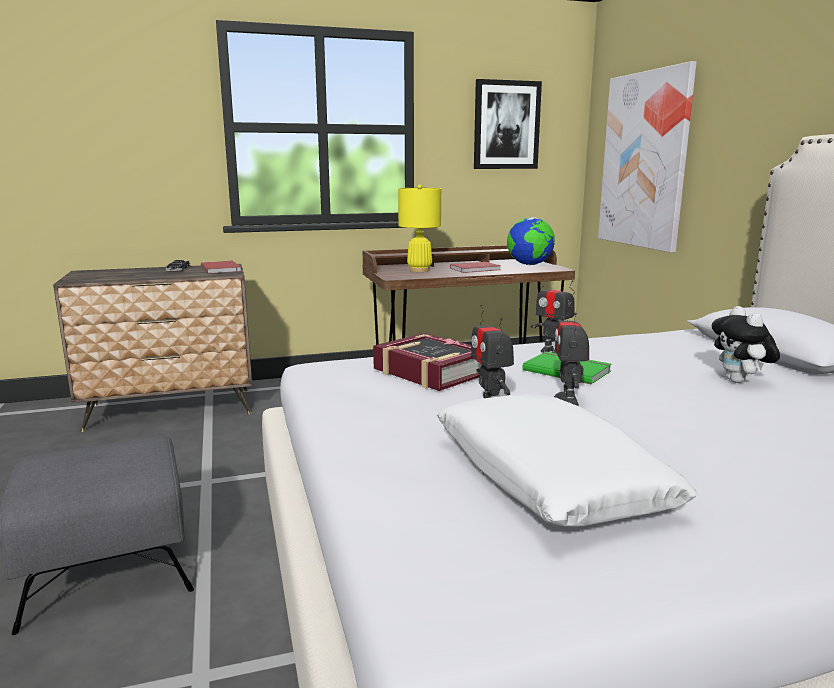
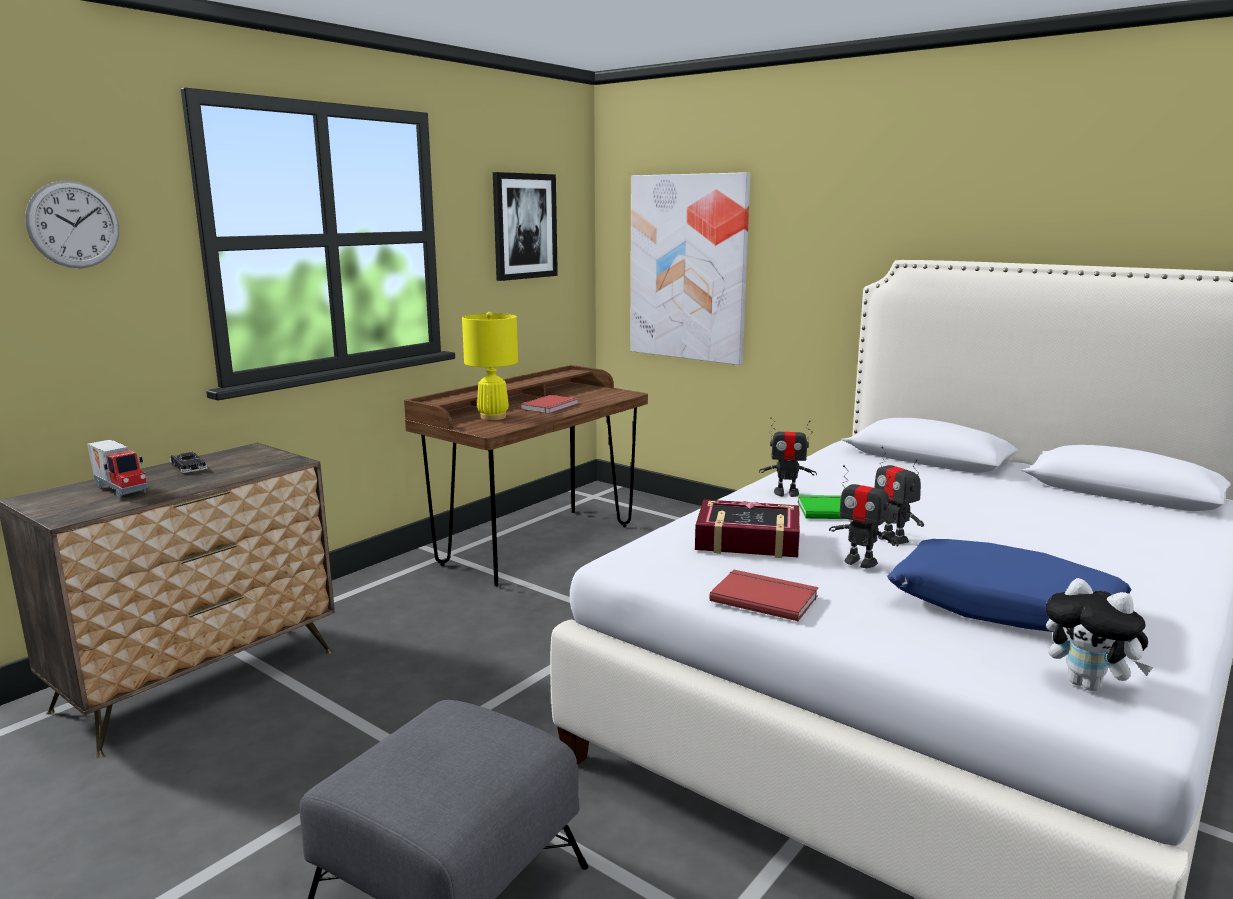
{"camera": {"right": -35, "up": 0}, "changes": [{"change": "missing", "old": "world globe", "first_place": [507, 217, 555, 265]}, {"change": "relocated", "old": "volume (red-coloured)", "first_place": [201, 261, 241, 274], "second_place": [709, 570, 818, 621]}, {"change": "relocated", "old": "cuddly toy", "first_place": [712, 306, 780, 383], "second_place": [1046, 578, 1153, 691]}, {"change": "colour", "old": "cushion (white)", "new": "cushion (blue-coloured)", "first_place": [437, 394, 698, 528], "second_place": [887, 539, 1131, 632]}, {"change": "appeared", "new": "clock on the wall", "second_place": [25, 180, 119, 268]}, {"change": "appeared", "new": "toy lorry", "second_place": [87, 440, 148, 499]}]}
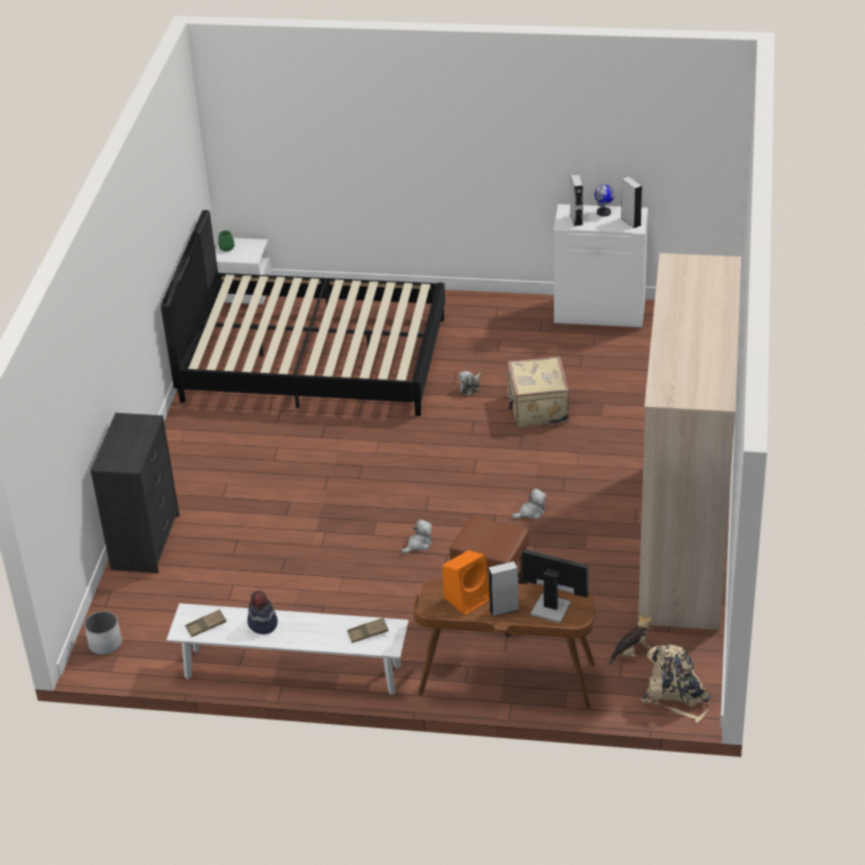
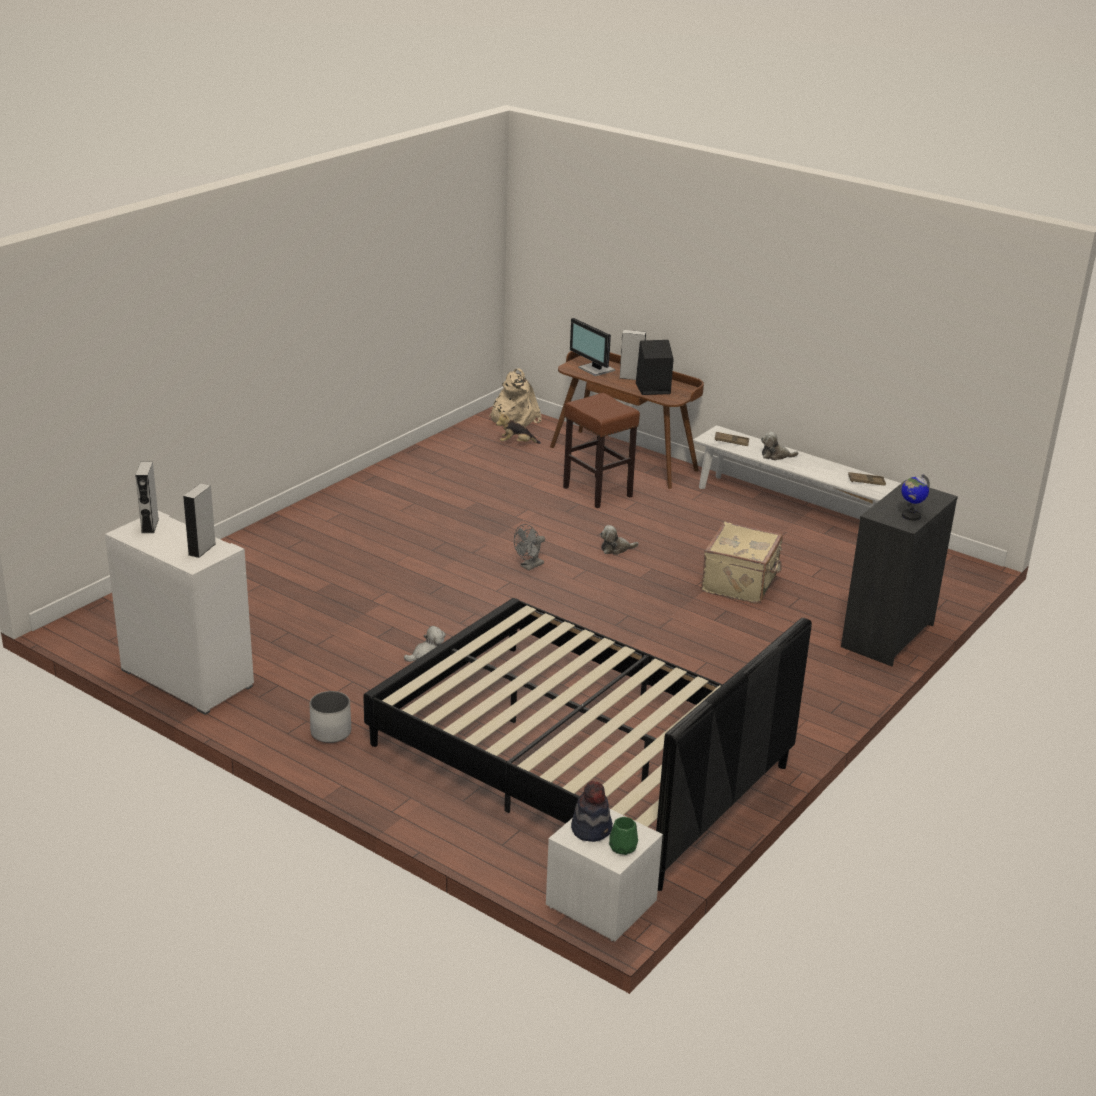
{"camera": {"right": -155, "up": -10}, "changes": [{"change": "relocated", "old": "world globe", "first_place": [594, 184, 615, 217], "second_place": [901, 474, 930, 521]}, {"change": "missing", "old": "clothes cupboard", "first_place": [638, 253, 741, 630]}, {"change": "relocated", "old": "suitcase (beige-coloured)", "first_place": [506, 356, 569, 427], "second_place": [701, 522, 783, 604]}, {"change": "relocated", "old": "cuddly toy", "first_place": [512, 488, 547, 519], "second_place": [761, 432, 798, 460]}, {"change": "colour", "old": "audio speaker (orangey)", "new": "audio speaker (blackish)", "first_place": [442, 550, 489, 615], "second_place": [636, 340, 674, 395]}, {"change": "relocated", "old": "clothing hat", "first_place": [247, 591, 278, 634], "second_place": [571, 781, 613, 842]}, {"change": "relocated", "old": "flower pot (white)", "first_place": [84, 611, 122, 655], "second_place": [310, 691, 351, 743]}, {"change": "appeared", "new": "electric fan (grey)", "second_place": [514, 524, 545, 570]}]}
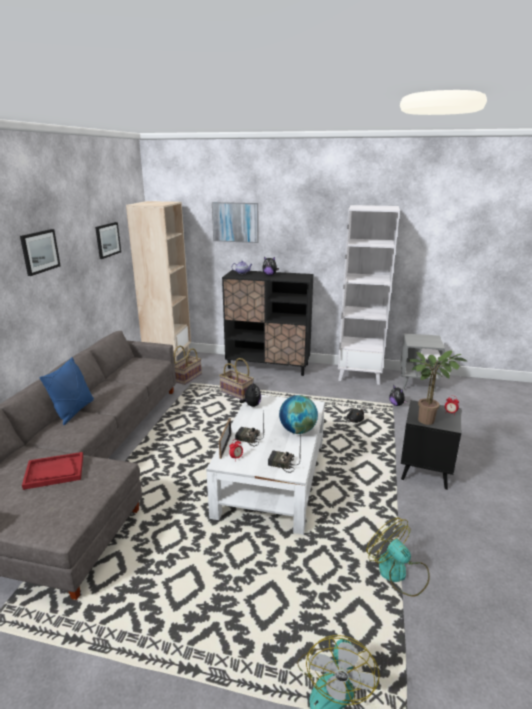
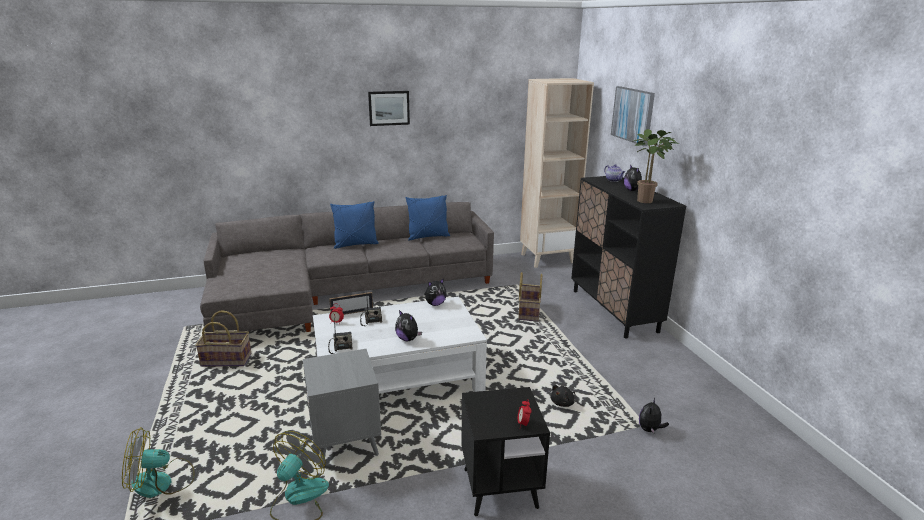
{"camera": {"right": 60, "up": 0}, "changes": [{"change": "missing", "old": "shelving unit (white)", "first_place": [338, 205, 400, 385]}, {"change": "missing", "old": "wall picture", "first_place": [95, 222, 121, 259]}, {"change": "relocated", "old": "end table (grey)", "first_place": [400, 333, 445, 393], "second_place": [303, 349, 381, 468]}, {"change": "relocated", "old": "household basket", "first_place": [174, 345, 202, 385], "second_place": [195, 310, 252, 367]}, {"change": "relocated", "old": "potted plant", "first_place": [408, 350, 467, 425], "second_place": [632, 129, 679, 203]}, {"change": "exchanged", "old": "world globe", "new": "cuddly toy", "first_place": [279, 395, 318, 434], "second_place": [395, 310, 422, 341]}, {"change": "missing", "old": "carrying tray (red-coloured)", "first_place": [22, 452, 83, 490]}, {"change": "appeared", "new": "cushion (blue-coloured)", "second_place": [406, 195, 450, 241]}]}
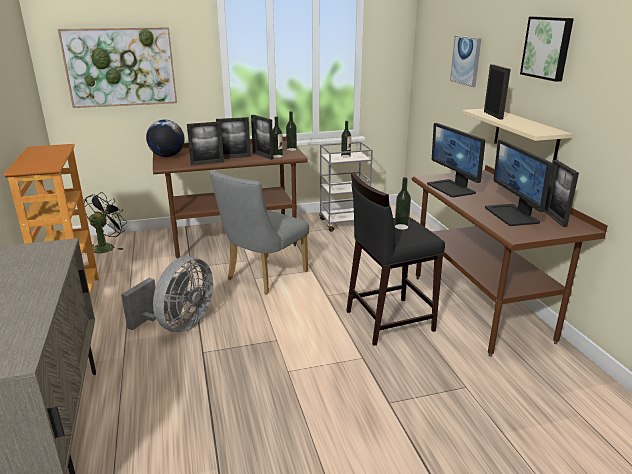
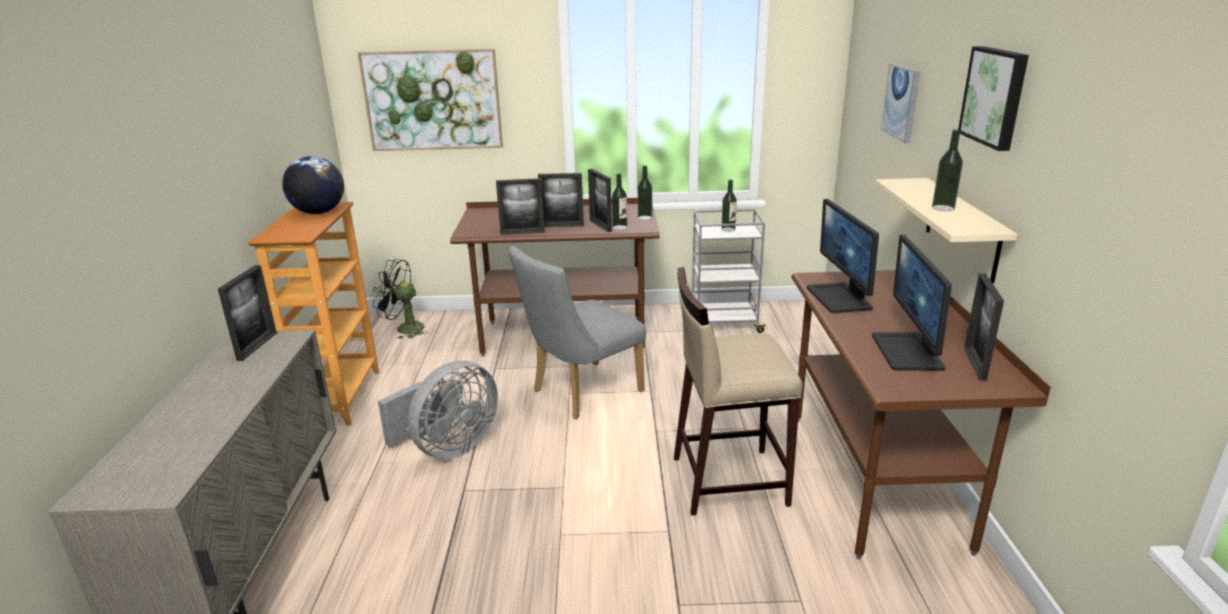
{"camera": {"right": 15, "up": 0}, "changes": [{"change": "relocated", "old": "photo frame", "first_place": [484, 64, 511, 120], "second_place": [218, 265, 277, 361]}, {"change": "relocated", "old": "world globe", "first_place": [146, 120, 185, 157], "second_place": [282, 156, 344, 214]}, {"change": "colour", "old": "stool seat (blackish)", "new": "stool seat (beige-coloured)", "first_place": [346, 172, 445, 346], "second_place": [674, 267, 803, 516]}, {"change": "relocated", "old": "bottle", "first_place": [395, 177, 411, 230], "second_place": [932, 129, 963, 211]}, {"change": "spun", "old": "electric fan (blackish)", "first_place": [84, 192, 127, 255], "second_place": [373, 259, 428, 339], "degrees": -120}]}
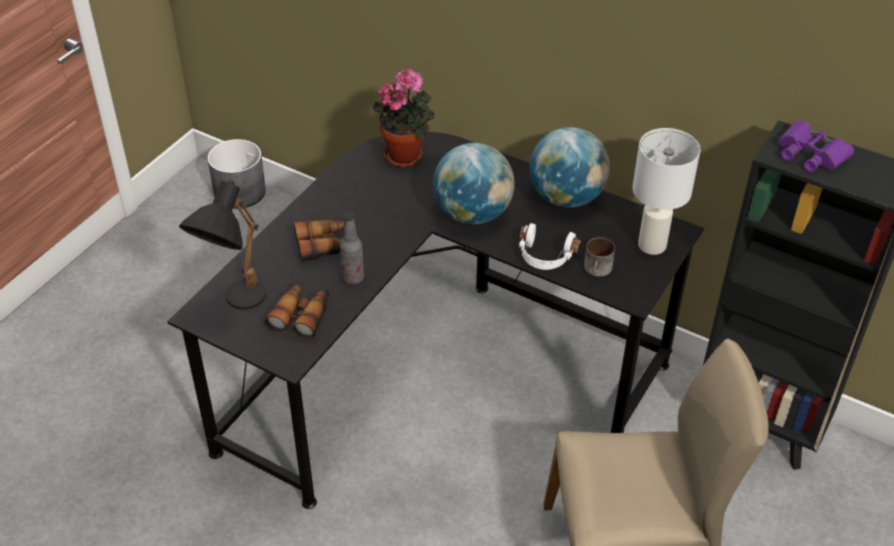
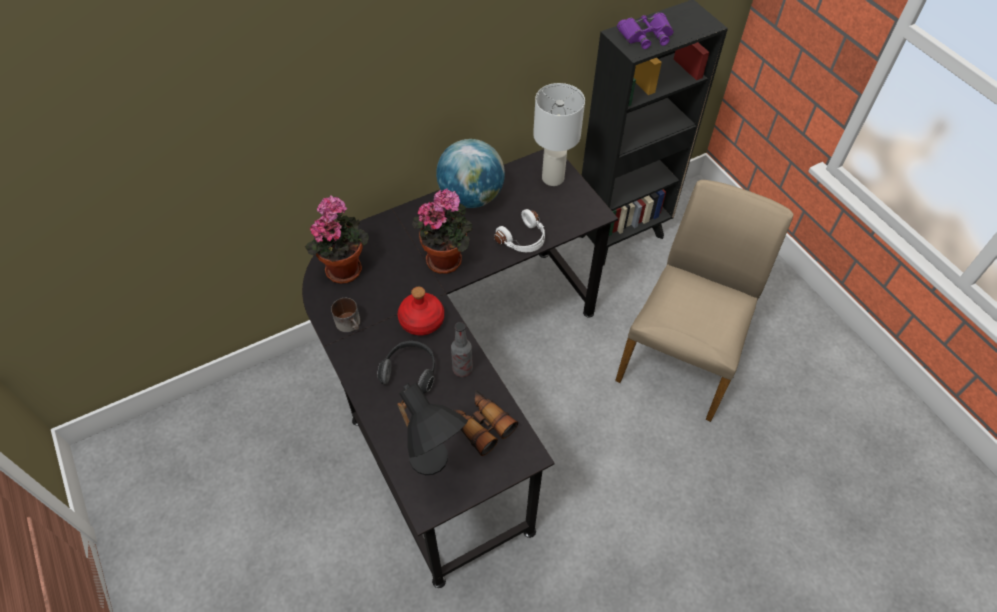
{"camera": {"right": -60, "up": 10}, "changes": [{"change": "missing", "old": "flower pot (grey)", "first_place": [207, 139, 266, 209]}, {"change": "exchanged", "old": "world globe", "new": "potted plant", "first_place": [433, 143, 515, 224], "second_place": [412, 189, 472, 274]}, {"change": "exchanged", "old": "field glasses", "new": "pair of headphones", "first_place": [294, 219, 344, 263], "second_place": [377, 341, 435, 394]}, {"change": "relocated", "old": "mug", "first_place": [584, 237, 615, 277], "second_place": [331, 298, 360, 332]}, {"change": "appeared", "new": "bottle (red-coloured)", "second_place": [398, 287, 444, 336]}]}
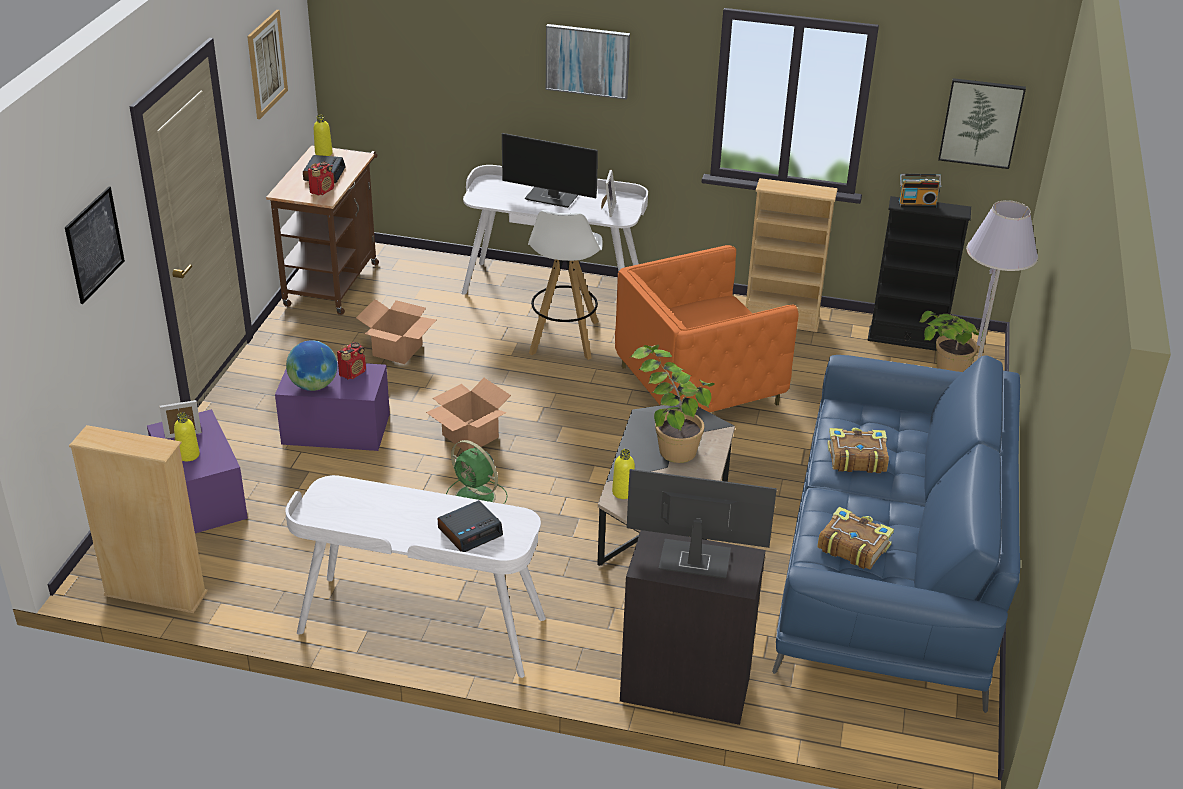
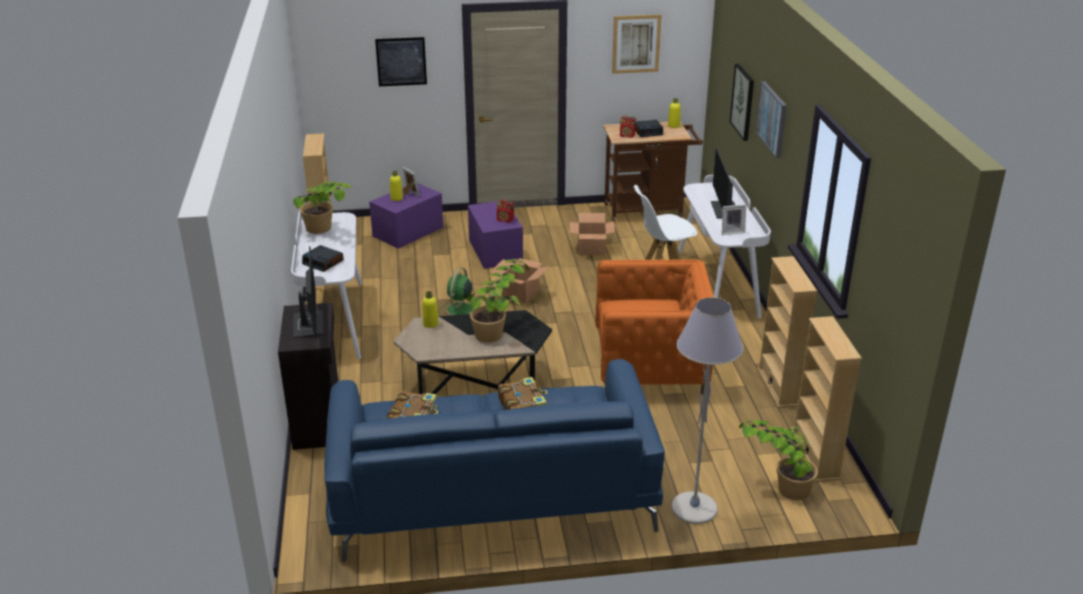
{"camera": {"right": 70, "up": -5}, "changes": [{"change": "relocated", "old": "wall picture", "first_place": [938, 78, 1026, 169], "second_place": [730, 64, 754, 141]}, {"change": "missing", "old": "radio set", "first_place": [898, 174, 941, 208]}, {"change": "colour", "old": "shelving unit (blackish)", "new": "shelving unit (beige-coloured)", "first_place": [868, 196, 971, 351], "second_place": [793, 316, 862, 482]}, {"change": "spun", "old": "easy chair (orangey)", "first_place": [615, 245, 799, 413], "second_place": [596, 259, 714, 394], "degrees": 135}, {"change": "missing", "old": "world globe", "first_place": [286, 340, 337, 391]}, {"change": "appeared", "new": "potted plant", "second_place": [293, 181, 351, 234]}]}
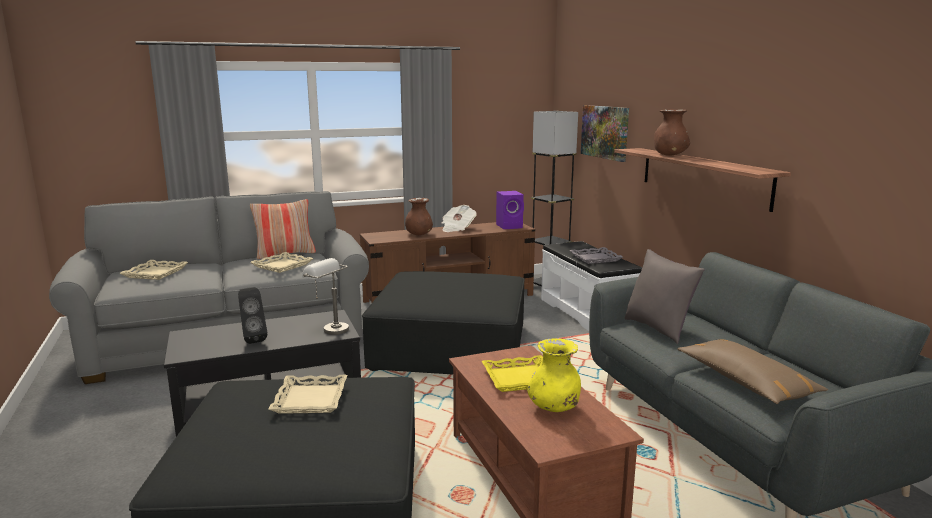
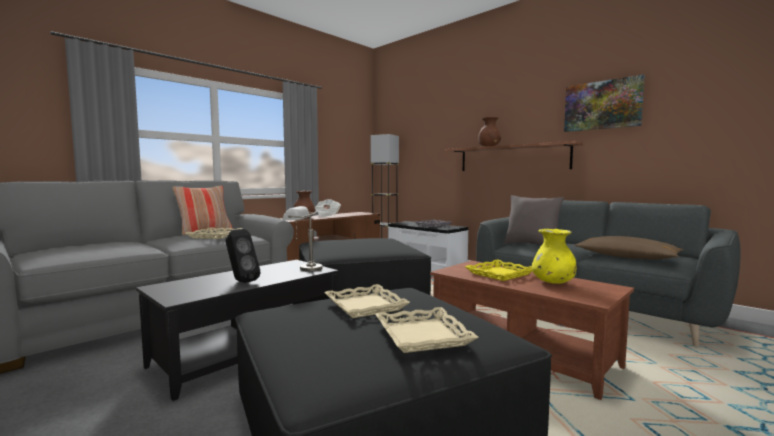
{"camera": {"right": -25, "up": -10}, "changes": [{"change": "relocated", "old": "wall picture", "first_place": [581, 105, 629, 162], "second_place": [564, 75, 645, 132]}, {"change": "missing", "old": "audio speaker (purple-coloured)", "first_place": [496, 191, 524, 229]}, {"change": "relocated", "old": "carrying tray (beige-coloured)", "first_place": [120, 260, 188, 280], "second_place": [375, 307, 479, 353]}]}
